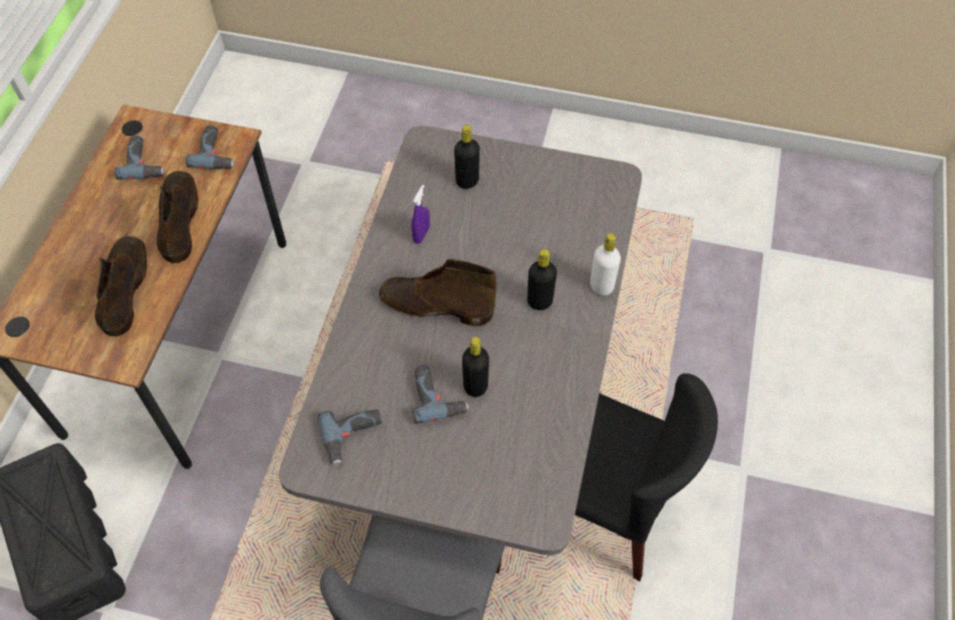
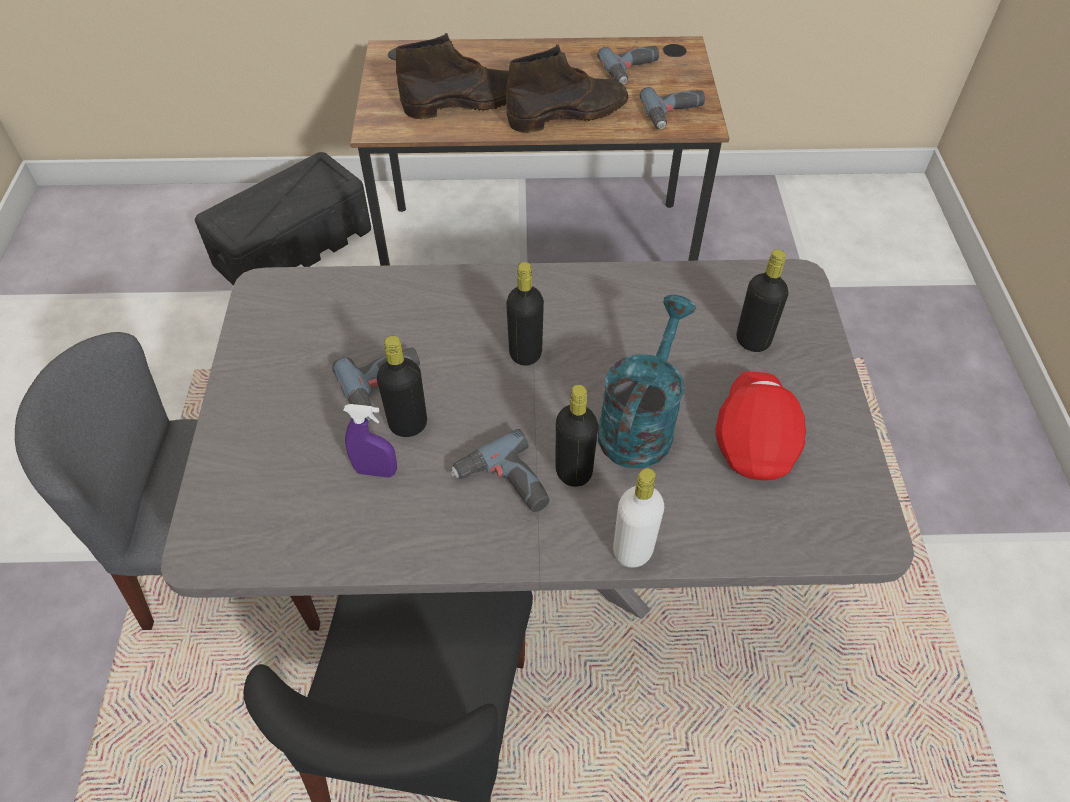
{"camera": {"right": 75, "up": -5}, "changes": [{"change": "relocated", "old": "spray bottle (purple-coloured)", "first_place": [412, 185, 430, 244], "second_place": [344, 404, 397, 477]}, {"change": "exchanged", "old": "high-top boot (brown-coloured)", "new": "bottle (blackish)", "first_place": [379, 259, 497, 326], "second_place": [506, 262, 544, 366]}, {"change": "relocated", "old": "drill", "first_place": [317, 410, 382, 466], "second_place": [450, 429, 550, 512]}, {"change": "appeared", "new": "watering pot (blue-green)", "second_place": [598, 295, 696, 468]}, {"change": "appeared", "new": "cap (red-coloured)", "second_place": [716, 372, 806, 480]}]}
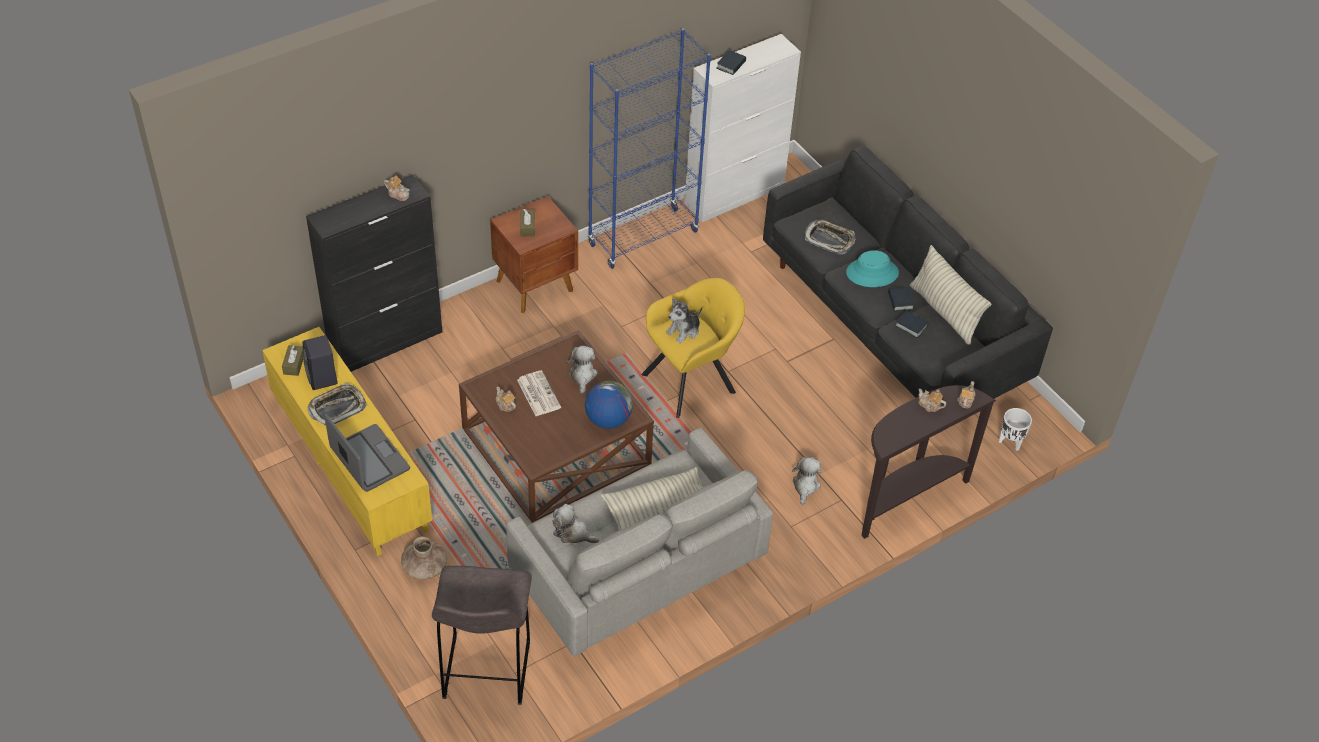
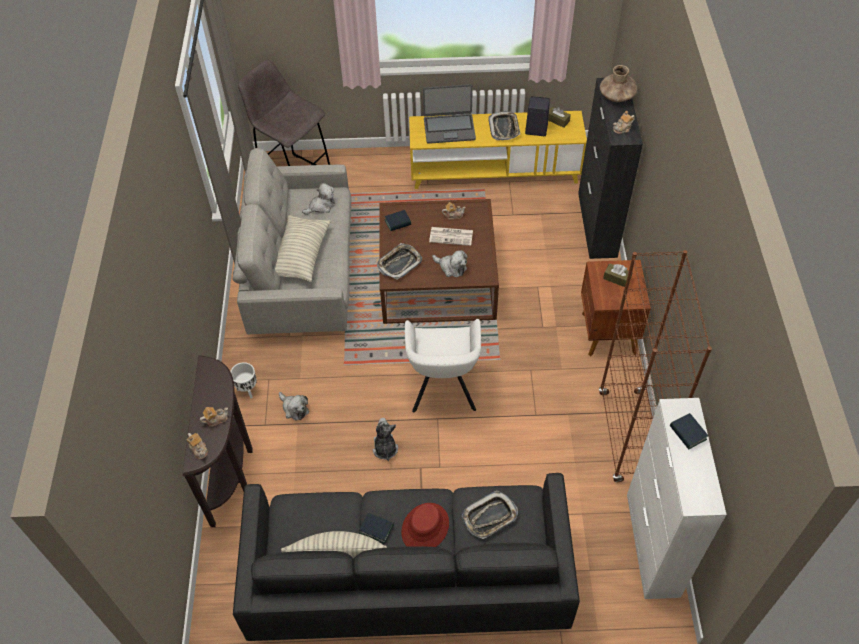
{"camera": {"right": 125, "up": 5}, "changes": [{"change": "colour", "old": "shelving unit (blue-coloured)", "new": "shelving unit (brown-coloured)", "first_place": [588, 29, 711, 269], "second_place": [599, 250, 712, 482]}, {"change": "colour", "old": "clothing hat (blue-green)", "new": "clothing hat (red-coloured)", "first_place": [846, 250, 899, 287], "second_place": [401, 503, 449, 547]}, {"change": "colour", "old": "easy chair (yellow)", "new": "easy chair (white)", "first_place": [641, 278, 745, 418], "second_place": [405, 319, 481, 412]}, {"change": "relocated", "old": "cuddly toy", "first_place": [666, 298, 702, 344], "second_place": [373, 418, 398, 461]}, {"change": "relocated", "old": "volume", "first_place": [895, 311, 928, 338], "second_place": [385, 210, 411, 231]}, {"change": "exchanged", "old": "world globe", "new": "carrying tray", "first_place": [585, 381, 633, 429], "second_place": [377, 243, 422, 280]}, {"change": "relocated", "old": "flower pot (white)", "first_place": [999, 408, 1032, 451], "second_place": [230, 362, 257, 399]}, {"change": "relocated", "old": "flower vase (brown-coloured)", "first_place": [401, 536, 447, 580], "second_place": [600, 65, 637, 102]}]}
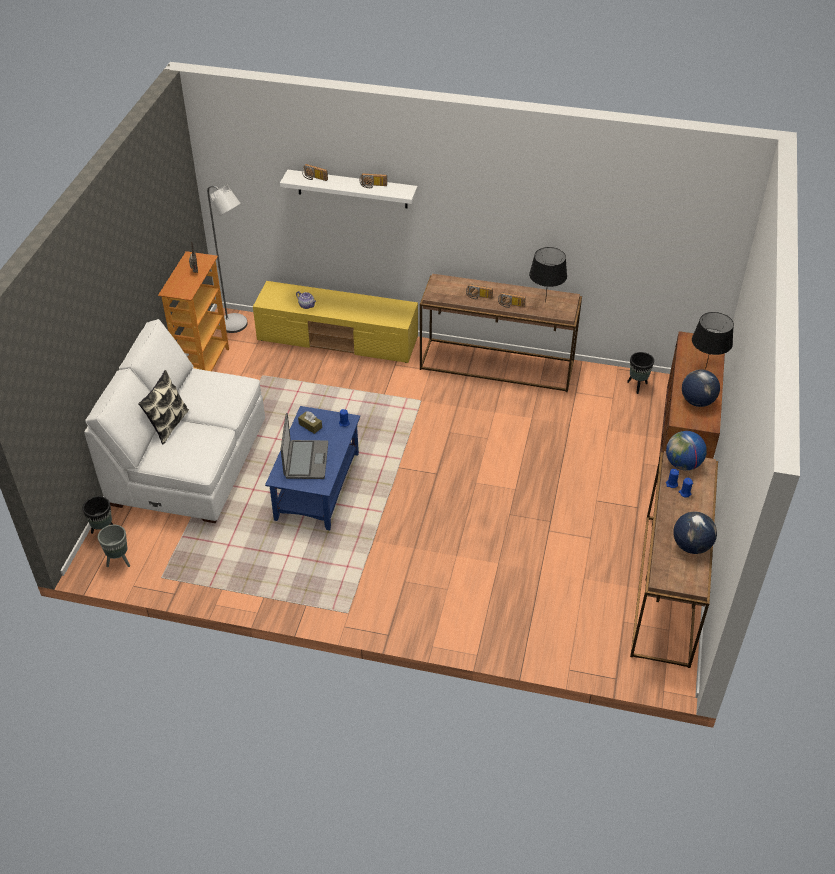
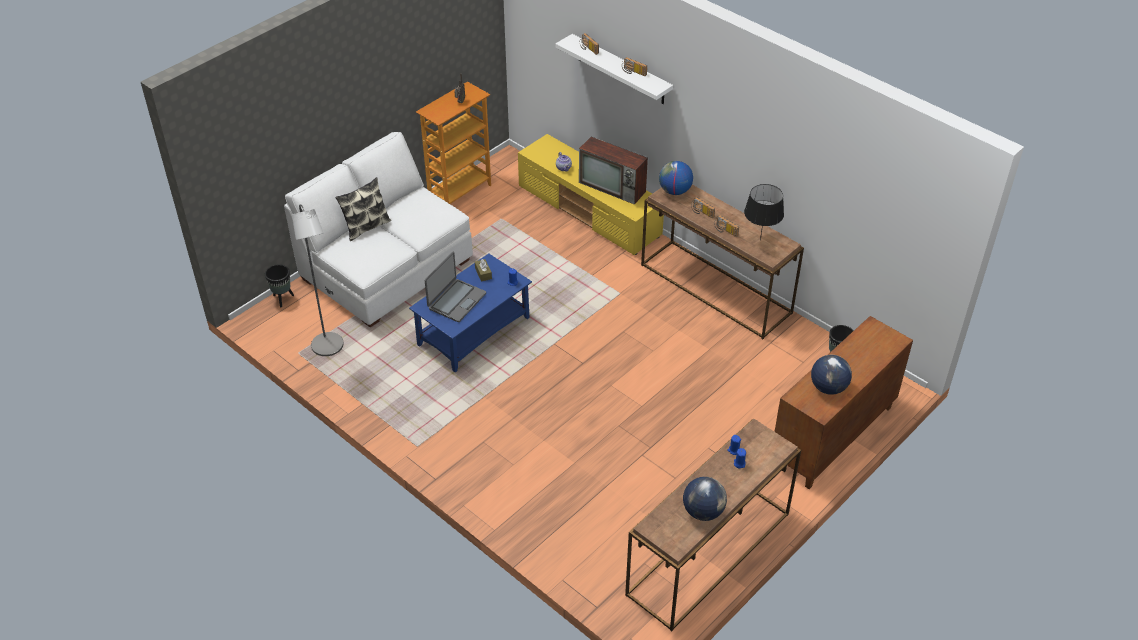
{"camera": {"right": 30, "up": 0}, "changes": [{"change": "relocated", "old": "standing lamp (grey)", "first_place": [207, 185, 248, 333], "second_place": [292, 204, 344, 356]}, {"change": "missing", "old": "lamp for a table (blackish)", "first_place": [692, 312, 734, 369]}, {"change": "relocated", "old": "world globe", "first_place": [666, 431, 707, 470], "second_place": [659, 161, 693, 195]}, {"change": "missing", "old": "flower pot (grey)", "first_place": [98, 525, 130, 567]}, {"change": "appeared", "new": "TV set", "second_place": [579, 137, 648, 205]}]}
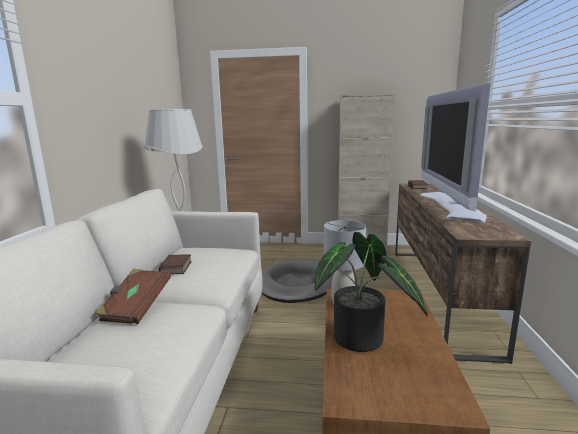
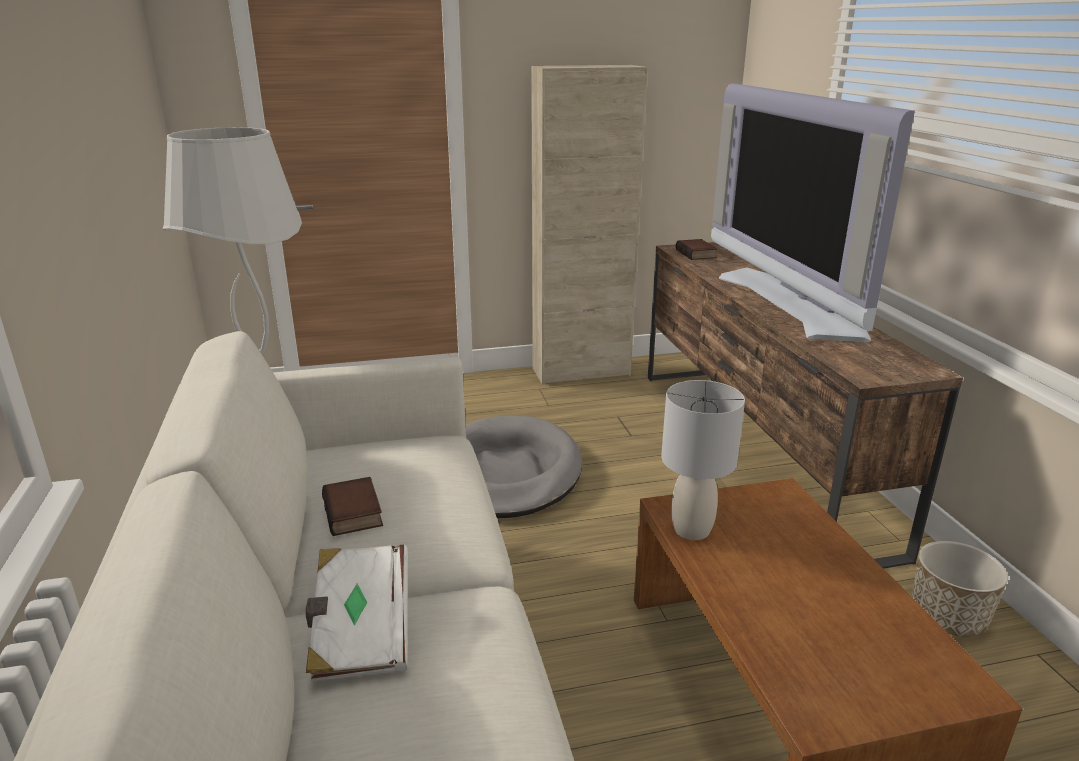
{"camera": {"right": -20, "up": 10}, "changes": [{"change": "missing", "old": "potted plant", "first_place": [315, 232, 428, 352]}, {"change": "colour", "old": "volume (brown-coloured)", "new": "volume (white)", "first_place": [95, 269, 171, 324], "second_place": [306, 545, 408, 682]}, {"change": "appeared", "new": "flower pot", "second_place": [912, 541, 1008, 637]}]}
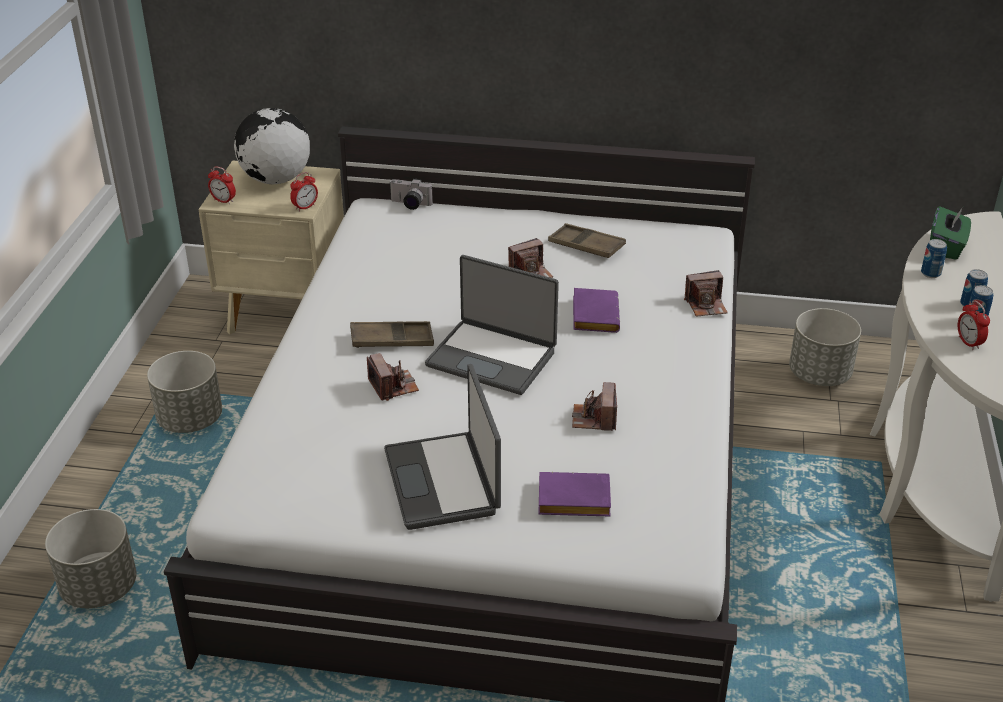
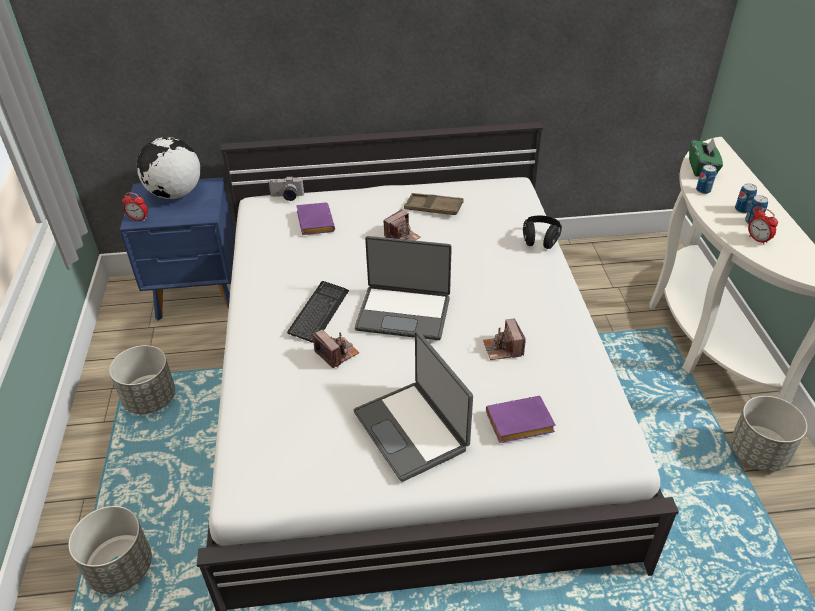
{"camera": {"right": -15, "up": 5}, "changes": [{"change": "colour", "old": "bedside table (beige-coloured)", "new": "bedside table (blue-coloured)", "first_place": [199, 160, 344, 334], "second_place": [120, 177, 235, 321]}, {"change": "missing", "old": "table clock", "first_place": [290, 172, 318, 212]}, {"change": "exchanged", "old": "photo camera", "new": "pair of headphones (blackish)", "first_place": [684, 270, 728, 317], "second_place": [523, 216, 562, 249]}, {"change": "relocated", "old": "volume (purple-coloured)", "first_place": [573, 288, 620, 333], "second_place": [296, 202, 335, 235]}, {"change": "relocated", "old": "flower pot (grey)", "first_place": [789, 308, 861, 386], "second_place": [731, 396, 807, 472]}, {"change": "exchanged", "old": "carrying tray (brown-coloured)", "new": "PC keyboard", "first_place": [350, 321, 434, 348], "second_place": [287, 281, 349, 343]}]}
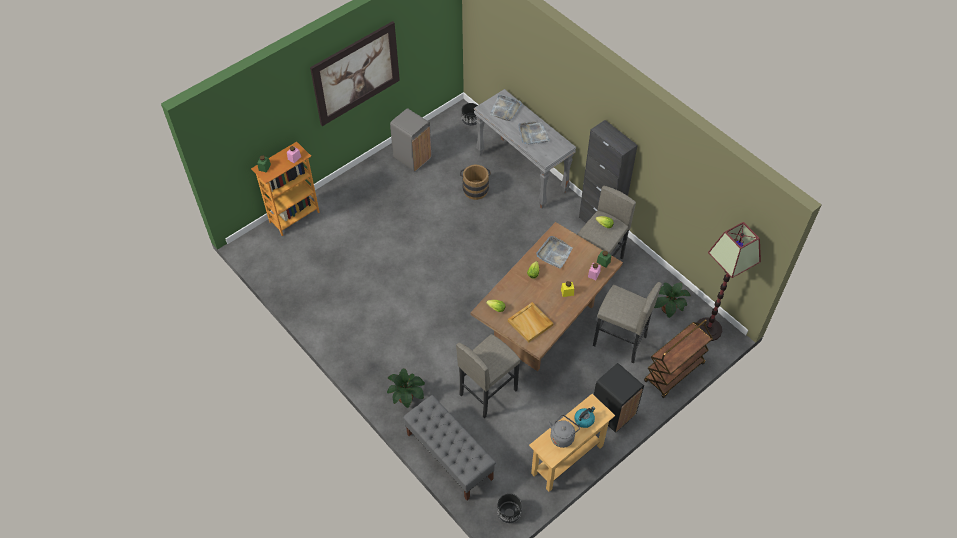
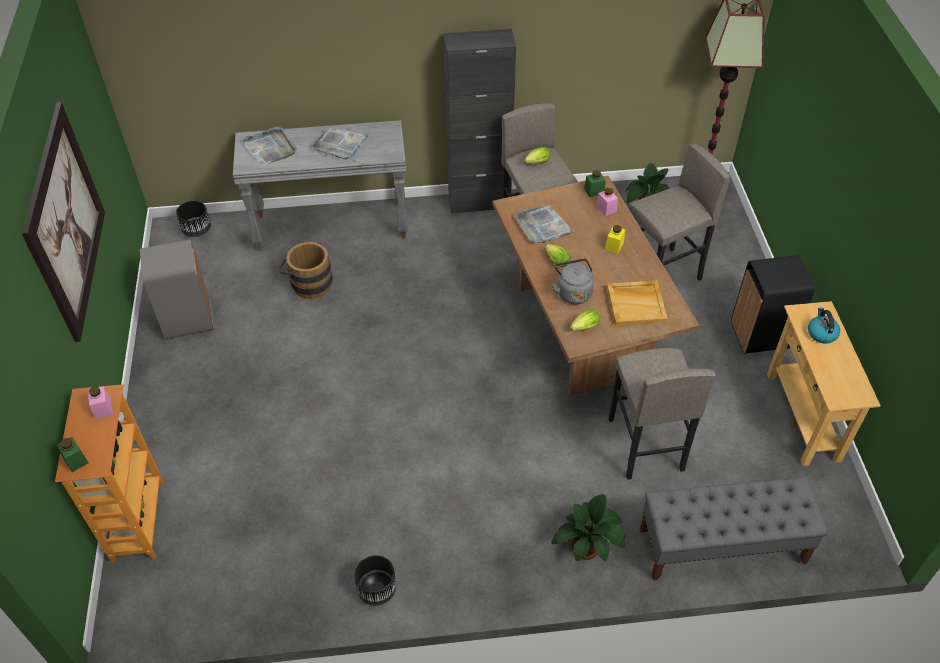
{"camera": {"right": -55, "up": -5}, "changes": [{"change": "missing", "old": "trolley (brown-coloured)", "first_place": [644, 319, 713, 398]}, {"change": "relocated", "old": "kettle (grey)", "first_place": [549, 415, 580, 448], "second_place": [552, 259, 594, 304]}, {"change": "relocated", "old": "flower pot (blackish)", "first_place": [497, 494, 522, 523], "second_place": [354, 555, 396, 606]}]}
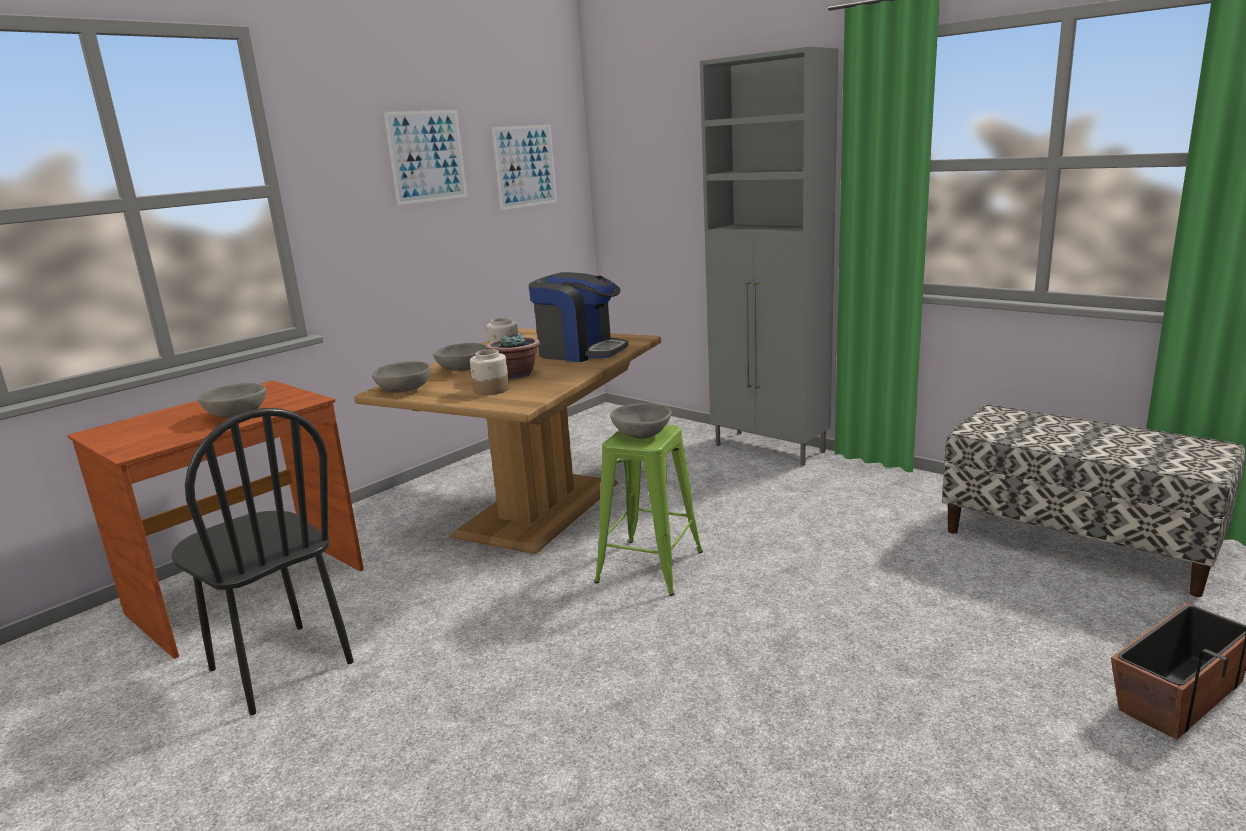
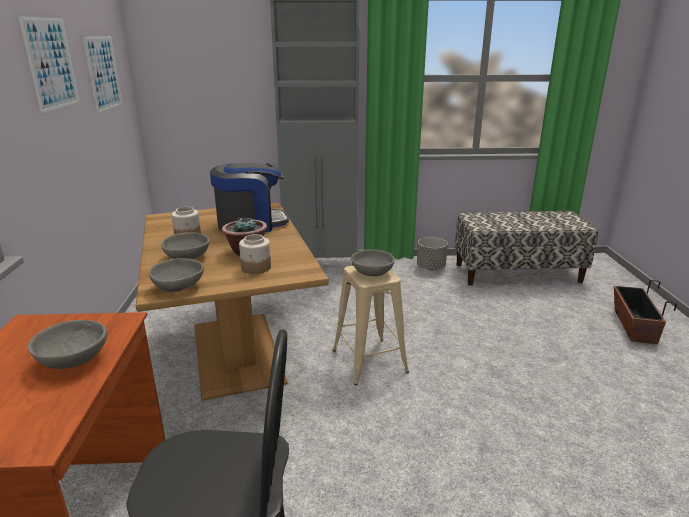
{"camera": {"right": -45, "up": 5}, "changes": [{"change": "colour", "old": "stool seat (green)", "new": "stool seat (beige-coloured)", "first_place": [594, 425, 703, 596], "second_place": [333, 266, 409, 385]}, {"change": "appeared", "new": "flower pot (grey)", "second_place": [417, 237, 448, 270]}]}
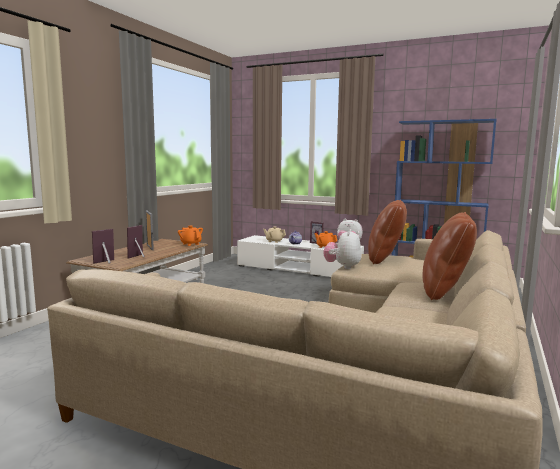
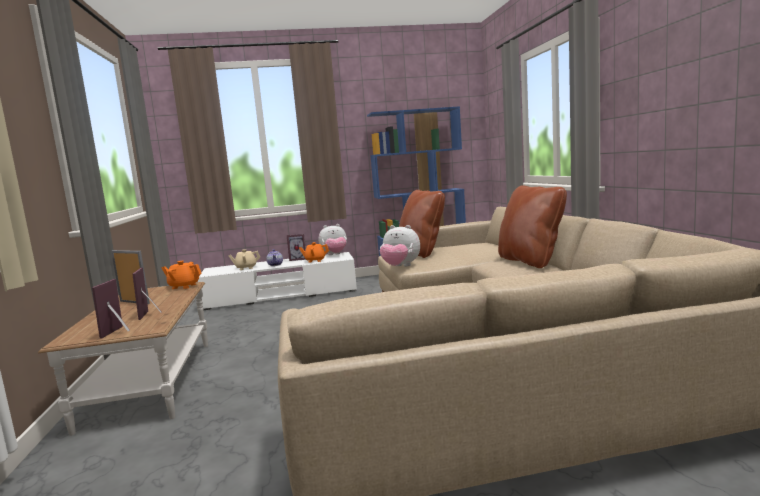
{"camera": {"right": -35, "up": 0}, "changes": [{"change": "spun", "old": "cuddly toy", "first_place": [324, 229, 361, 269], "second_place": [380, 225, 420, 267], "degrees": -45}]}
